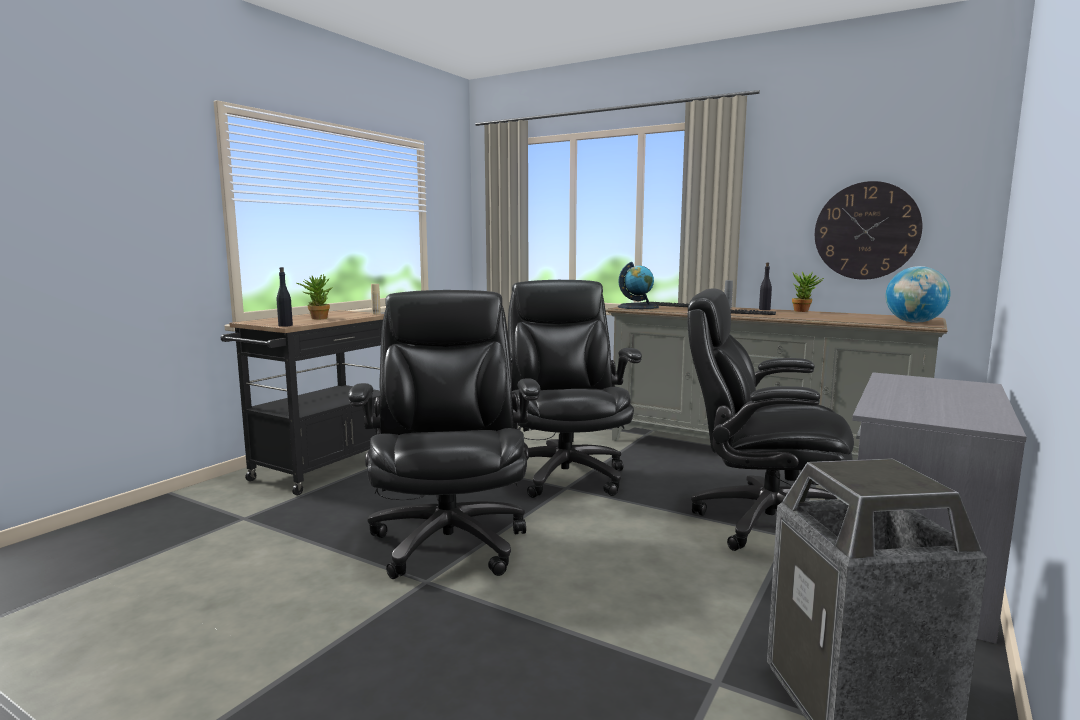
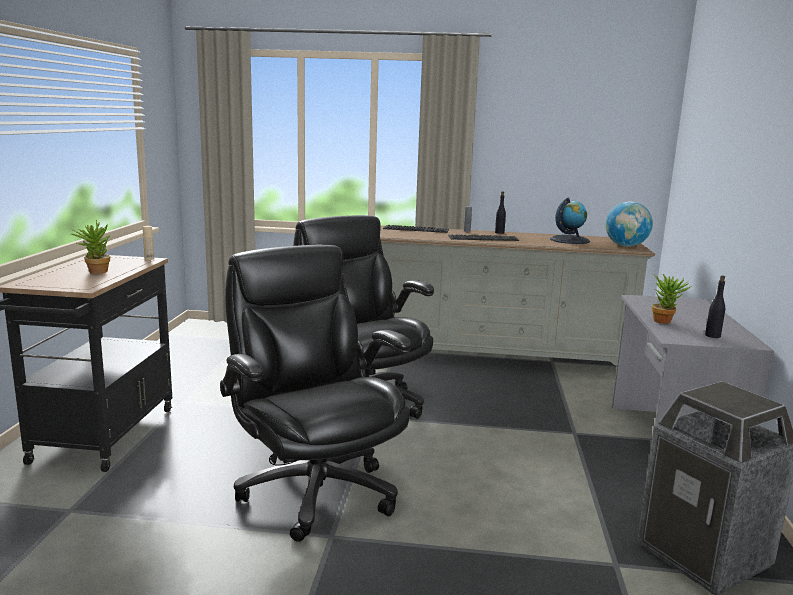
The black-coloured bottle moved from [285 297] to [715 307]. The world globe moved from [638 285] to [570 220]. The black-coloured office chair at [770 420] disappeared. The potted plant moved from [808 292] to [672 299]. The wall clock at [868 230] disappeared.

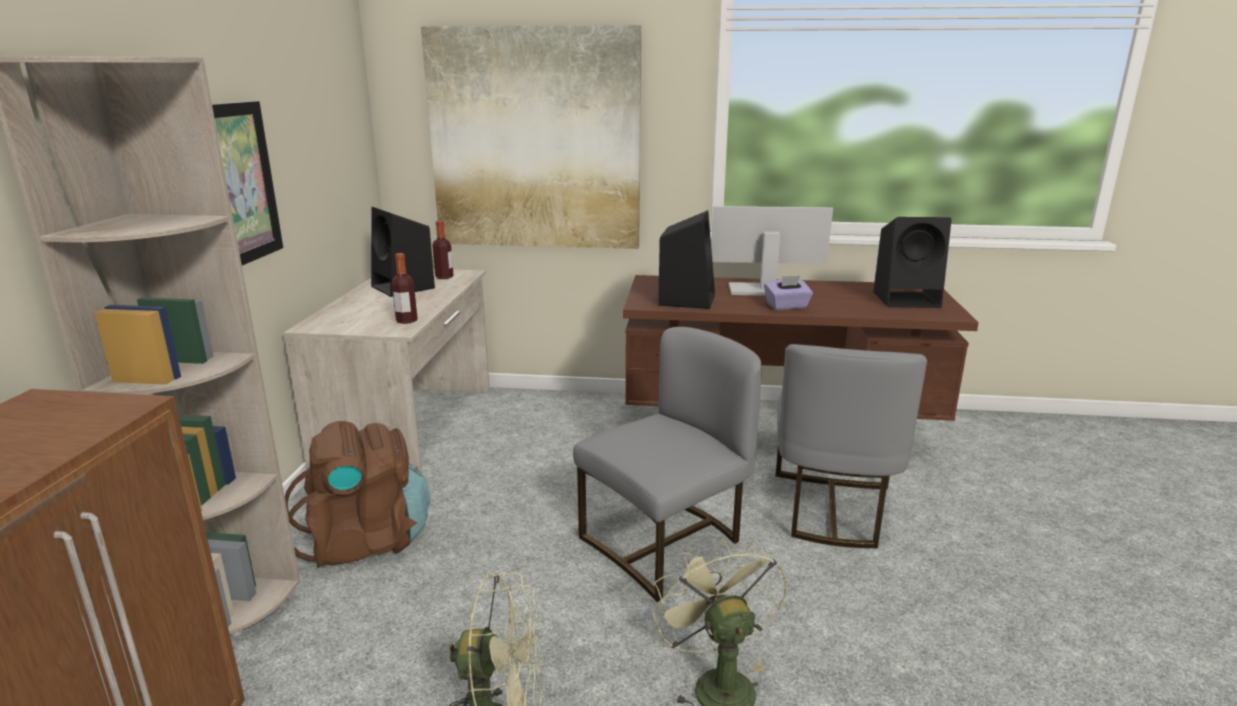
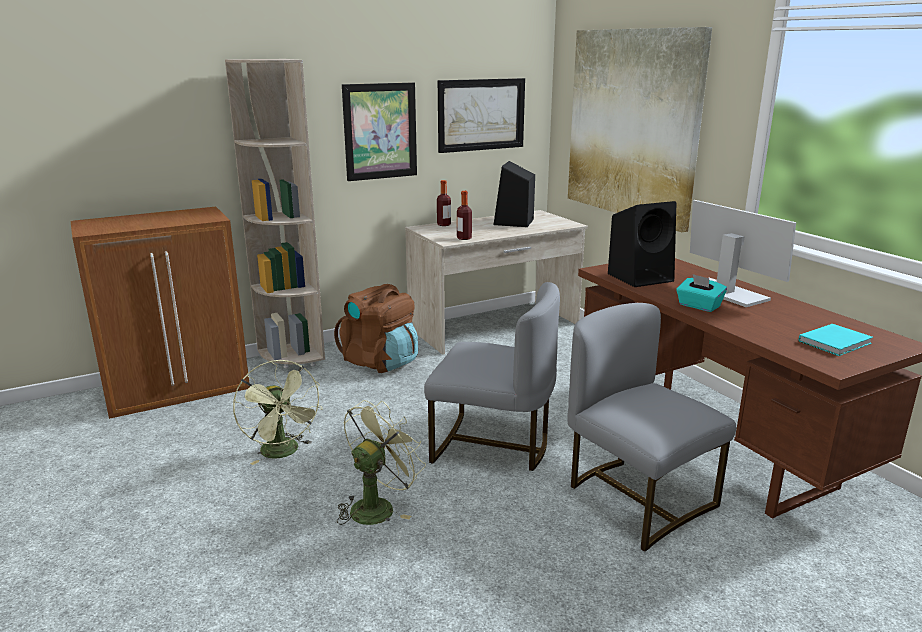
The bottle moved from [443 249] to [444 203]. The purple-coloured box of tissues at [788 293] became the blue-green box of tissues at [701 293]. The gray upright chair at [851 446] turned 75 degrees clockwise. The black-coloured audio speaker at [912 262] was replaced by the blue-green bound book at [835 340]. The wall picture at [481 115] appeared.

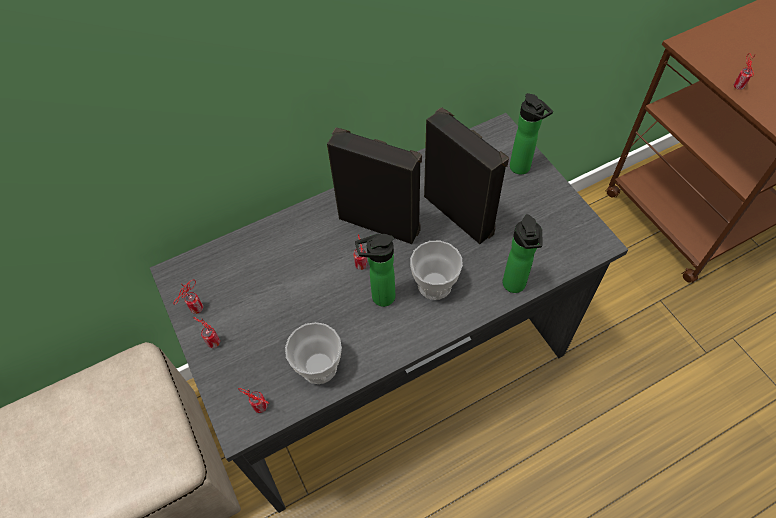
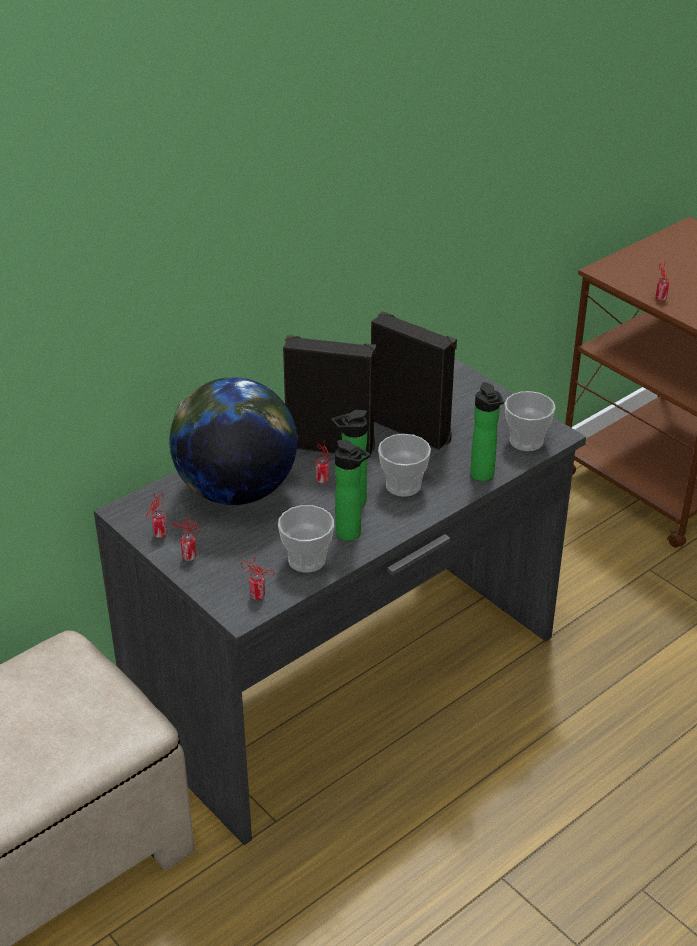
The bottle moved from [531 134] to [352 490]. The world globe at [233 441] appeared. The drinking cup at [530 421] appeared.

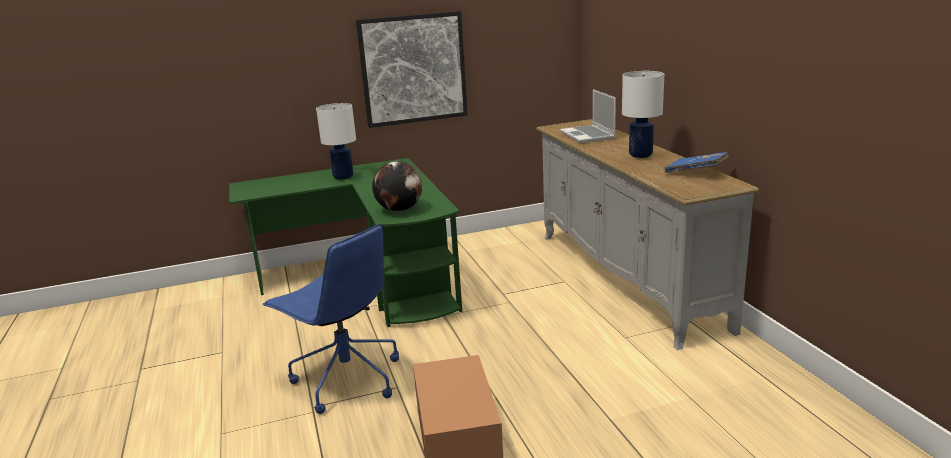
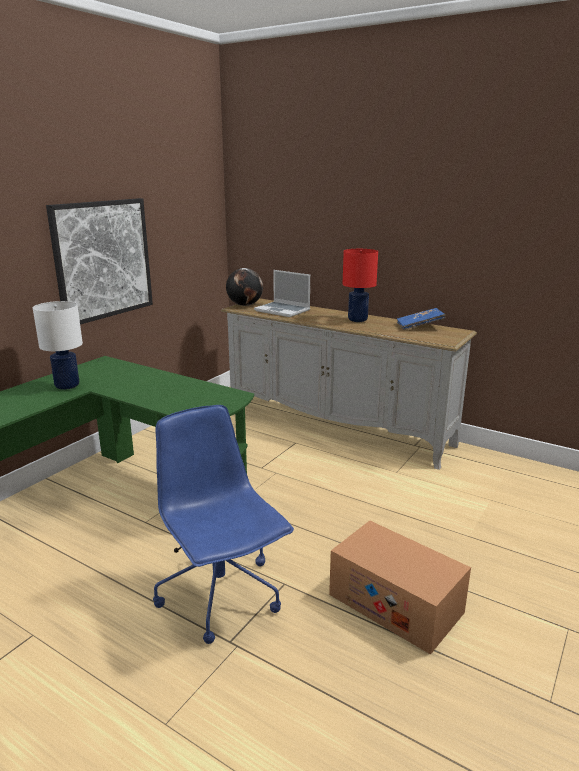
The bluish office chair at [331 319] turned 120 degrees counterclockwise. The world globe moved from [397 186] to [244 287]. The white tabletop lamp at [643 114] became the reddish tabletop lamp at [360 285].

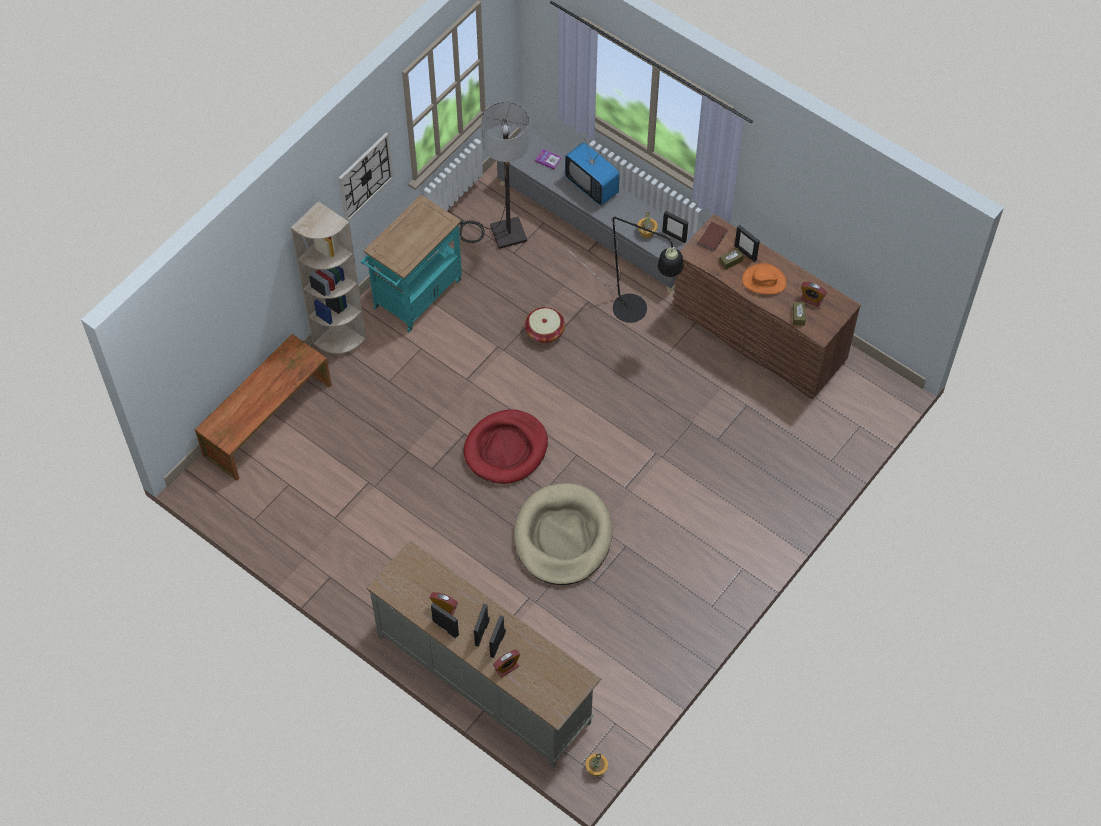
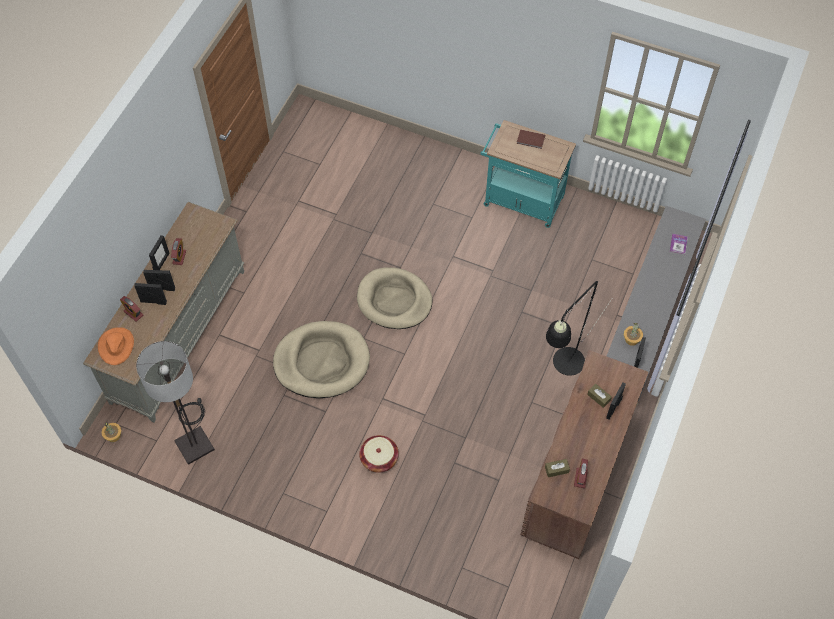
The brownish indoor bench at [263 407] disappeared. The beige-coloured bookcase at [328 277] disappeared. The wall clock at [366 177] disappeared. The floor lamp moved from [494 175] to [175 403]. The reddish dog bed at [506 446] became the beige-coloured dog bed at [394 298]. The storage basket moved from [545 325] to [379 454]. The TV at [592 173] disappeared. The brownish bound book moved from [712 237] to [531 139]. The orangey hat moved from [764 279] to [116 346].

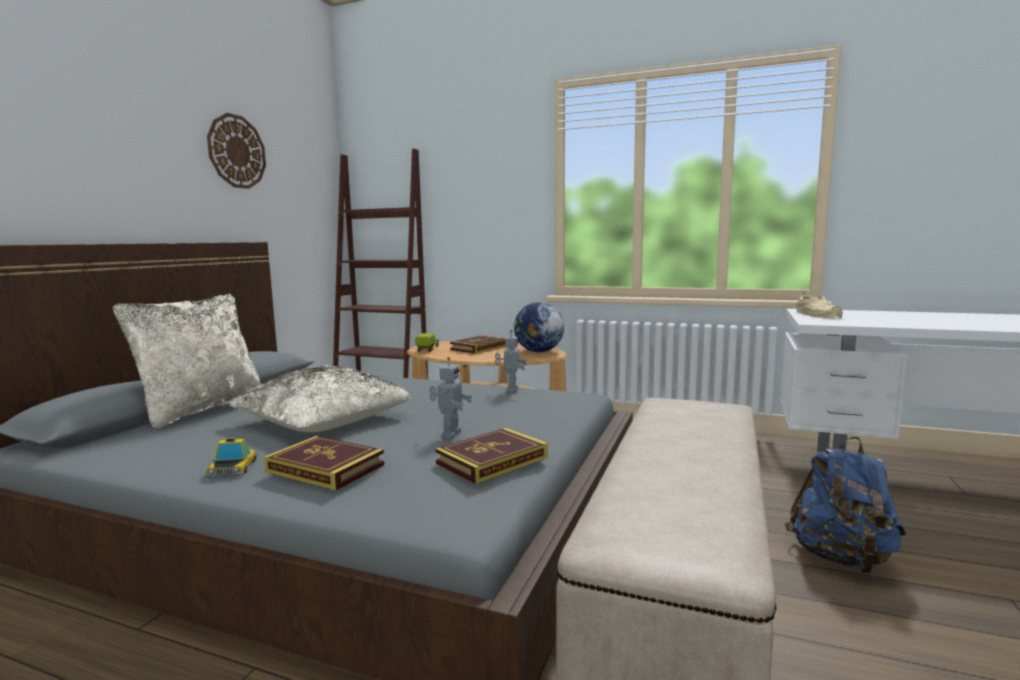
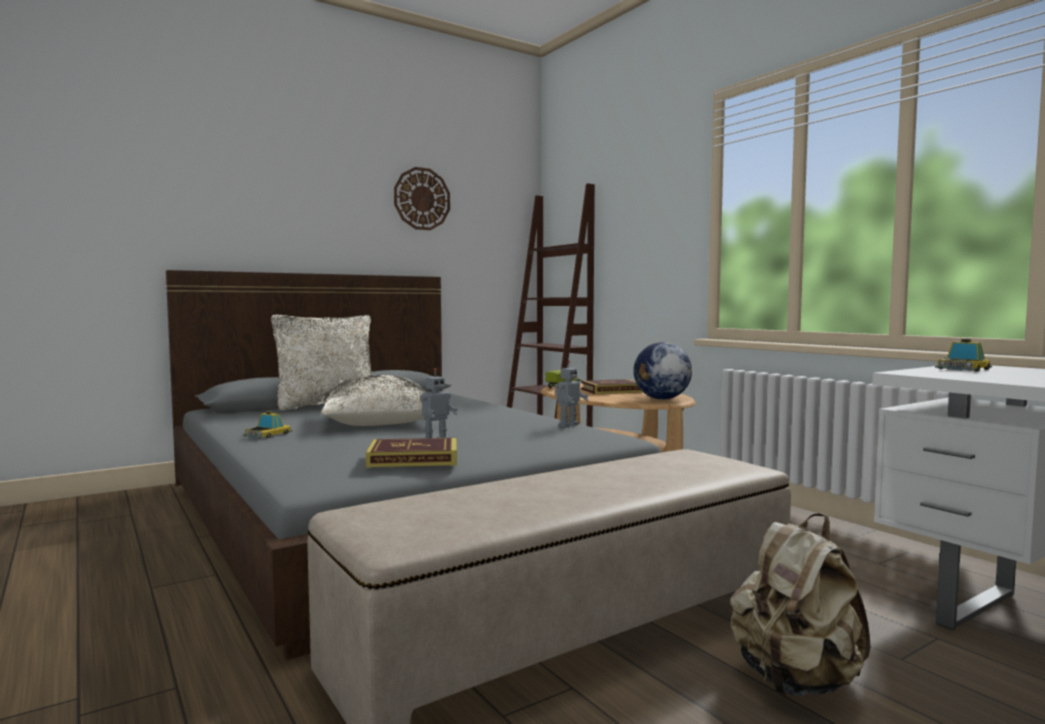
The bound book at [324 463] disappeared. The bluish backpack at [845 505] became the beige-coloured backpack at [800 604]. The beige-coloured low shoe at [819 305] was replaced by the model car at [963 355].

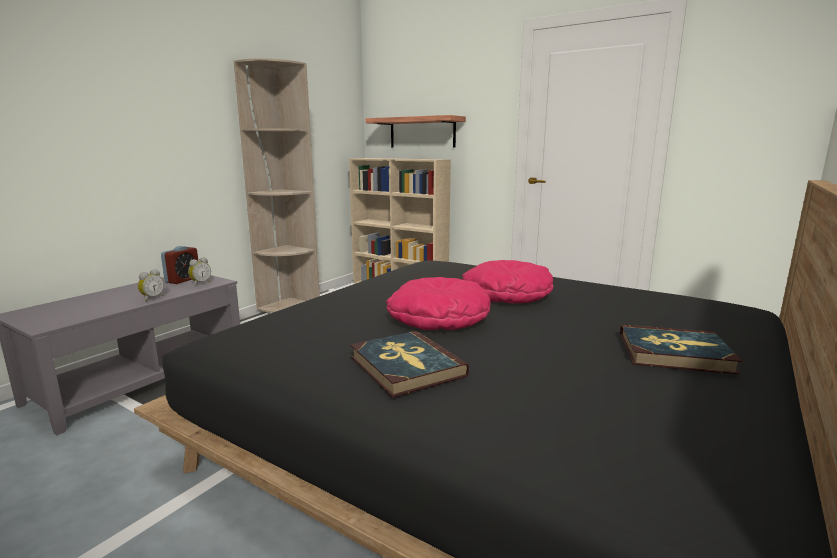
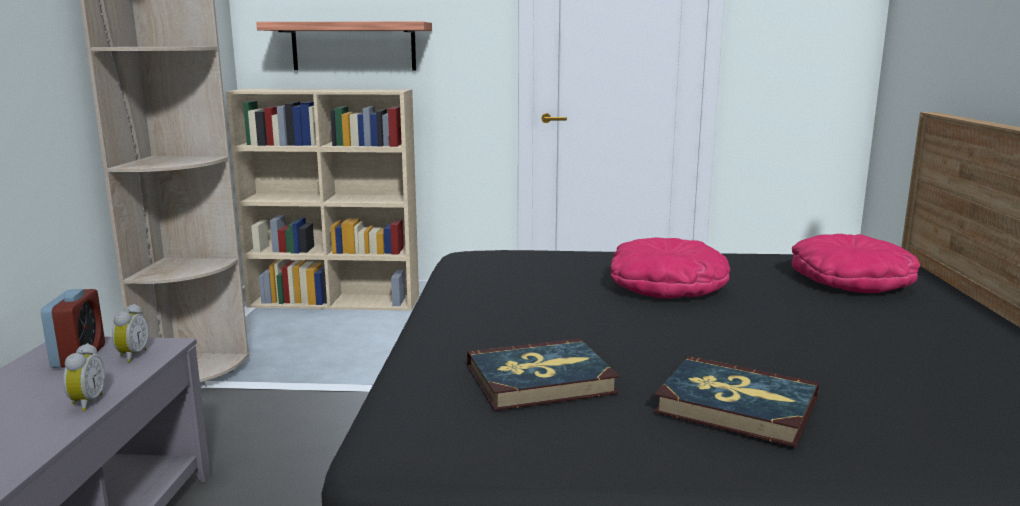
The pink pillow moved from [438 303] to [856 263]. The bound book moved from [681 350] to [543 374].

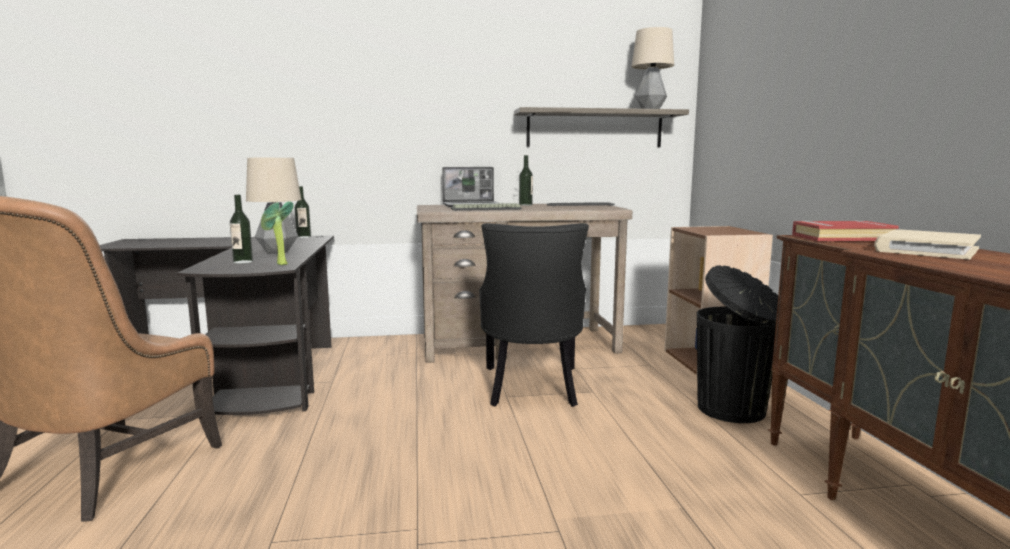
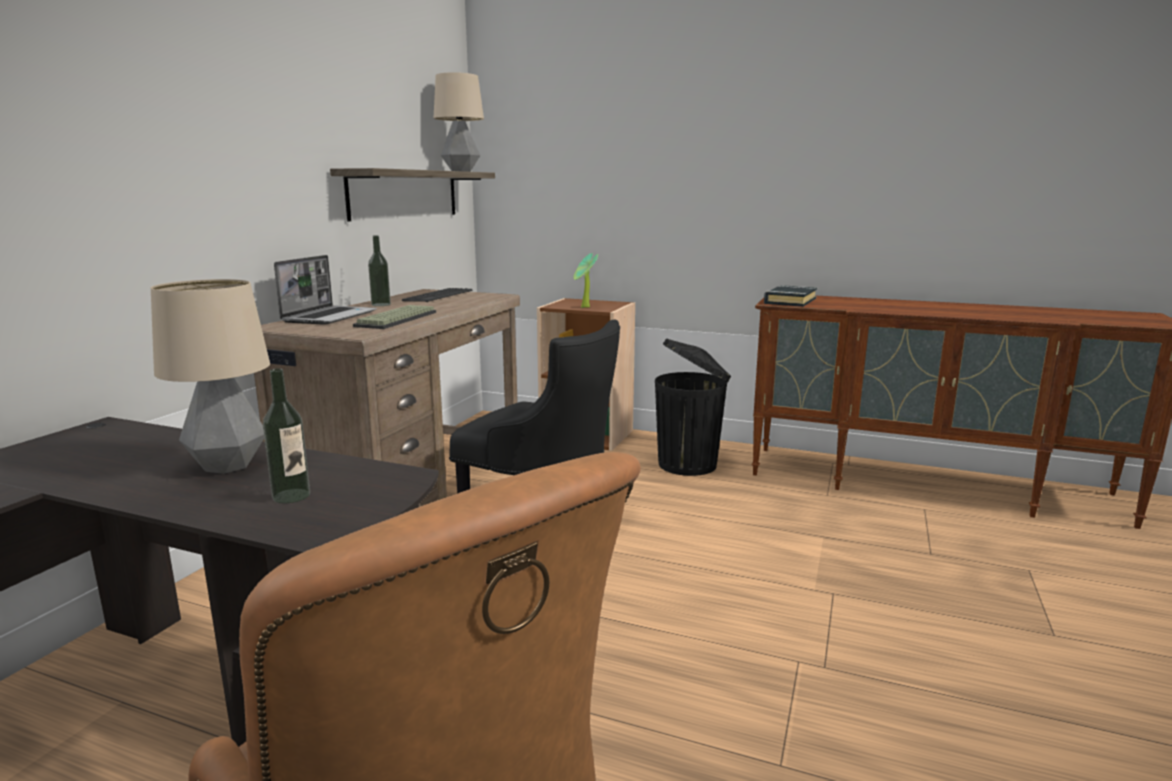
The potted plant moved from [277 233] to [585 280]. The bottle at [303 212] disappeared. The reddish bound book at [845 231] became the black-coloured bound book at [790 296]. The beige-coloured bound book at [927 244] disappeared.

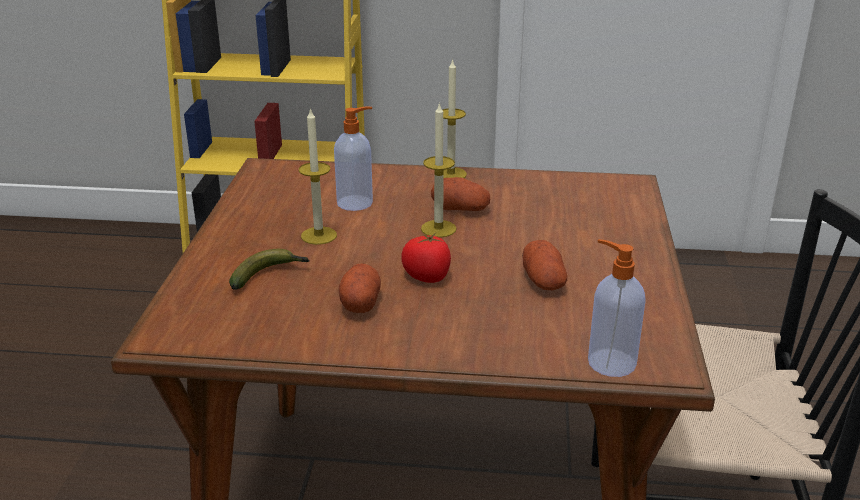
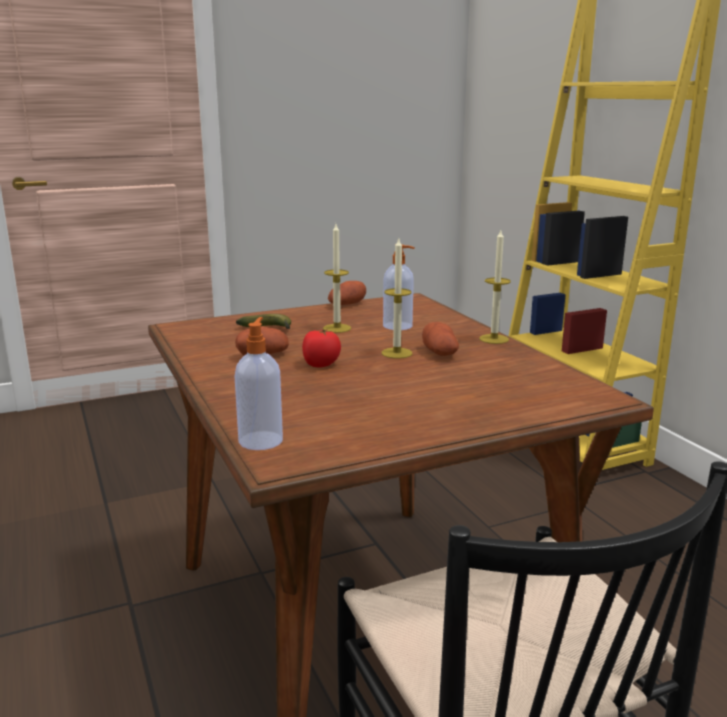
The spud moved from [544 265] to [347 293].

